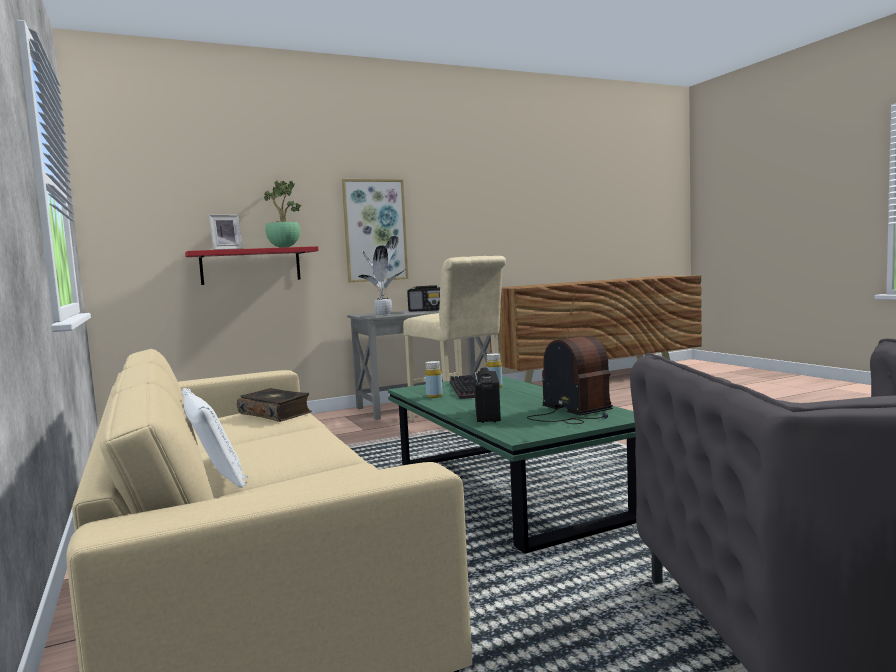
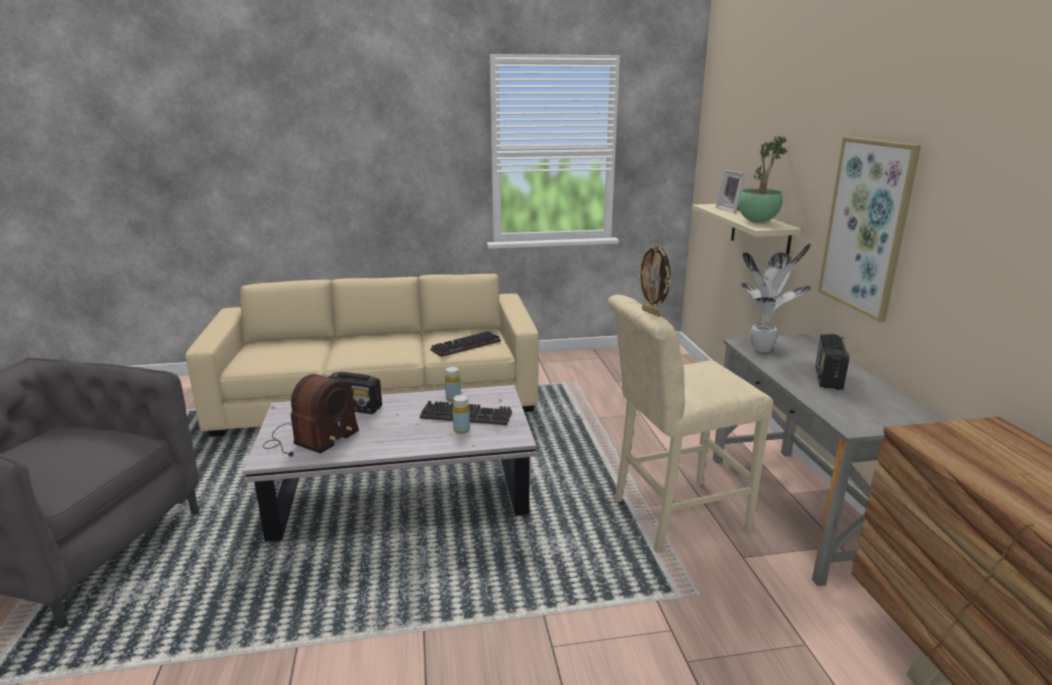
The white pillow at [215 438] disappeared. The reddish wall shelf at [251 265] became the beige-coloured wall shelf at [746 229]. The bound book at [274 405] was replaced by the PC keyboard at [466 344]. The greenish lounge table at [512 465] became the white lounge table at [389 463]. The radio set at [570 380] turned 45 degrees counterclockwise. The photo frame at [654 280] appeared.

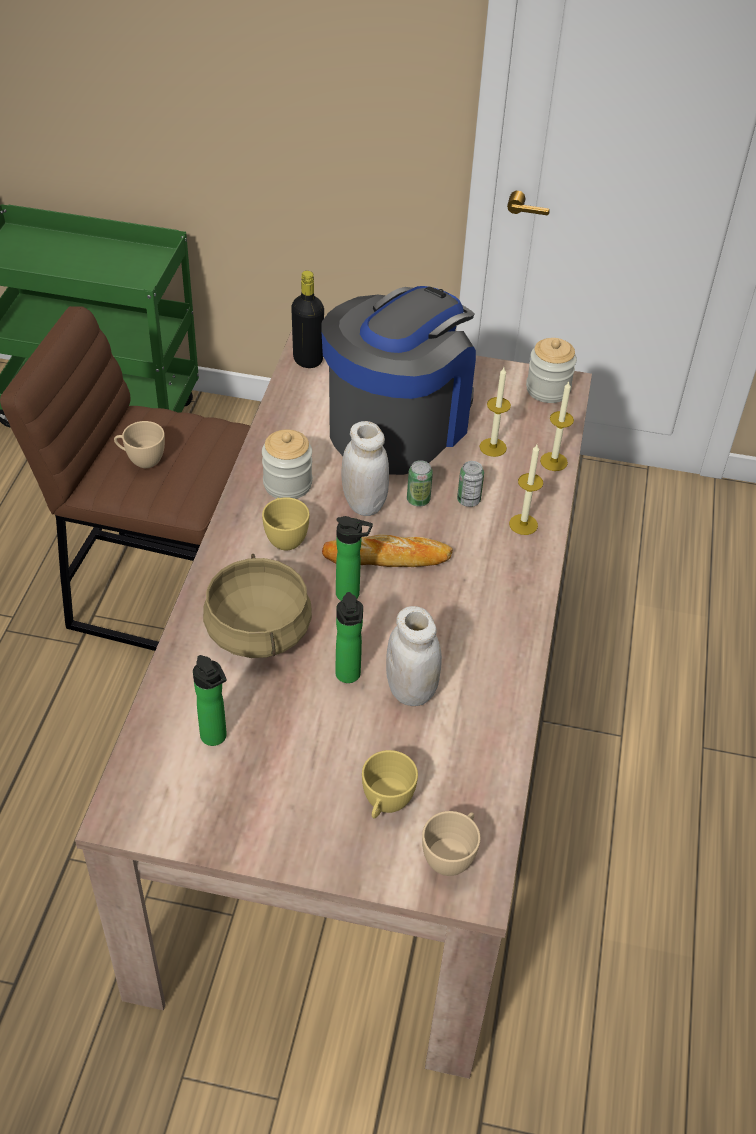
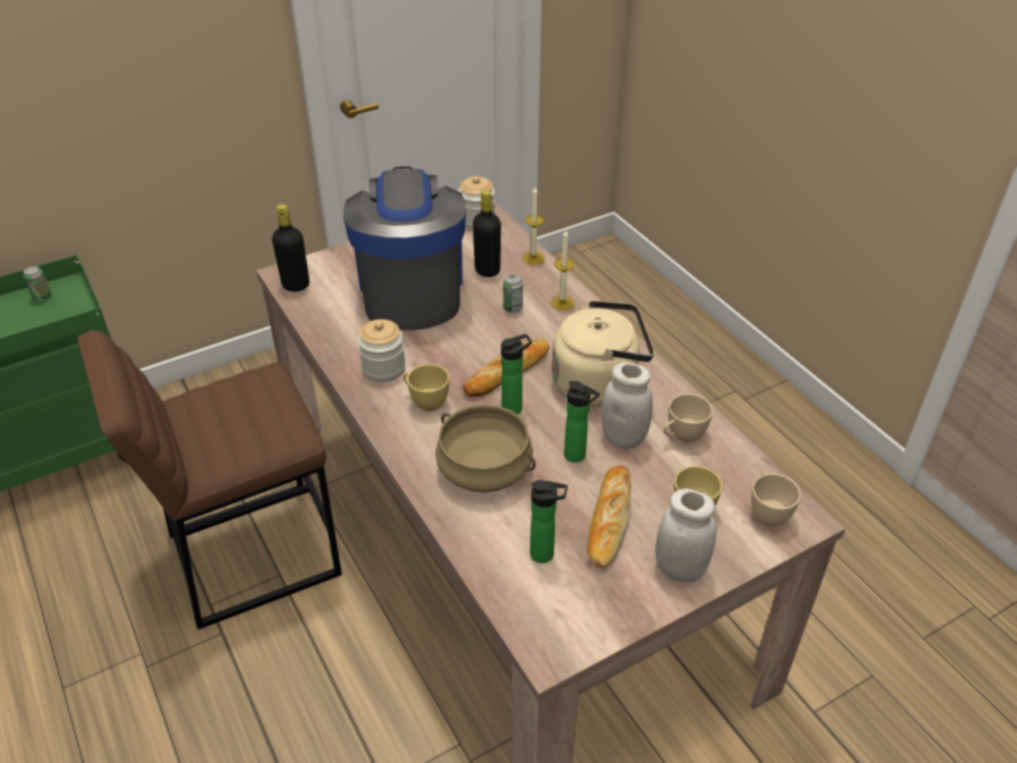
The beige-coloured drinking cup moved from [139 444] to [688 418]. The white preserve jar moved from [365 468] to [685 535]. The metal can moved from [420 483] to [37 284]. The wax candle at [495 412] was replaced by the black-coloured bottle at [487 233]. The beige-coloured water kettle at [603 353] appeared. The baked bread at [609 516] appeared.

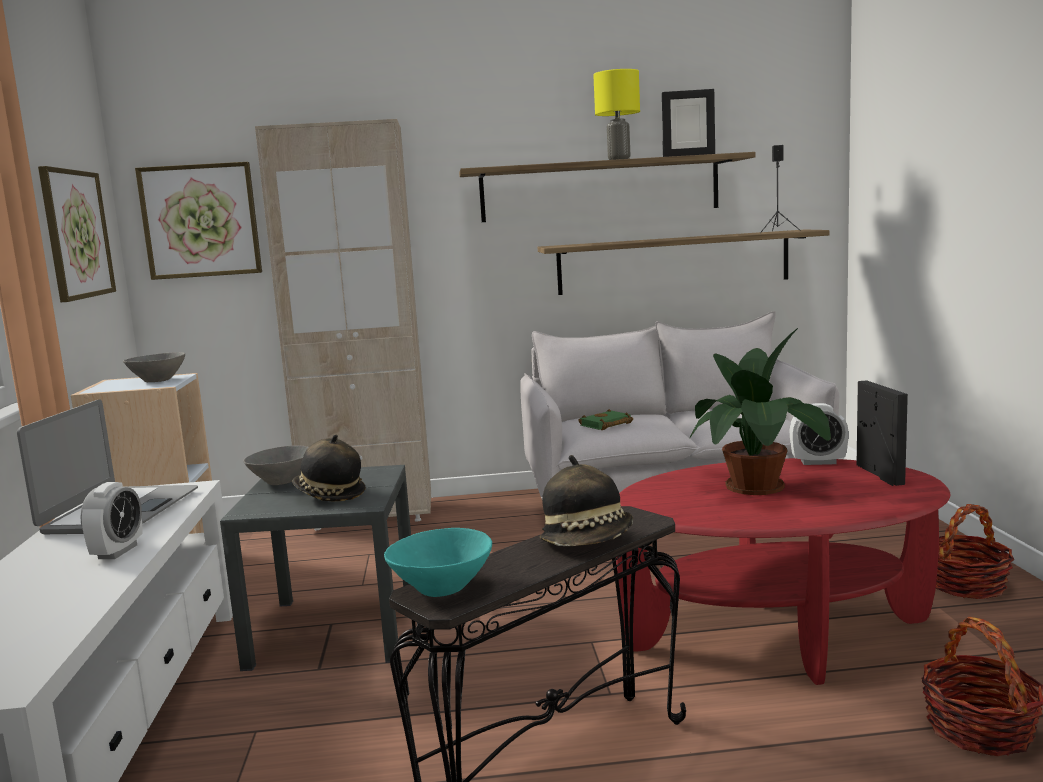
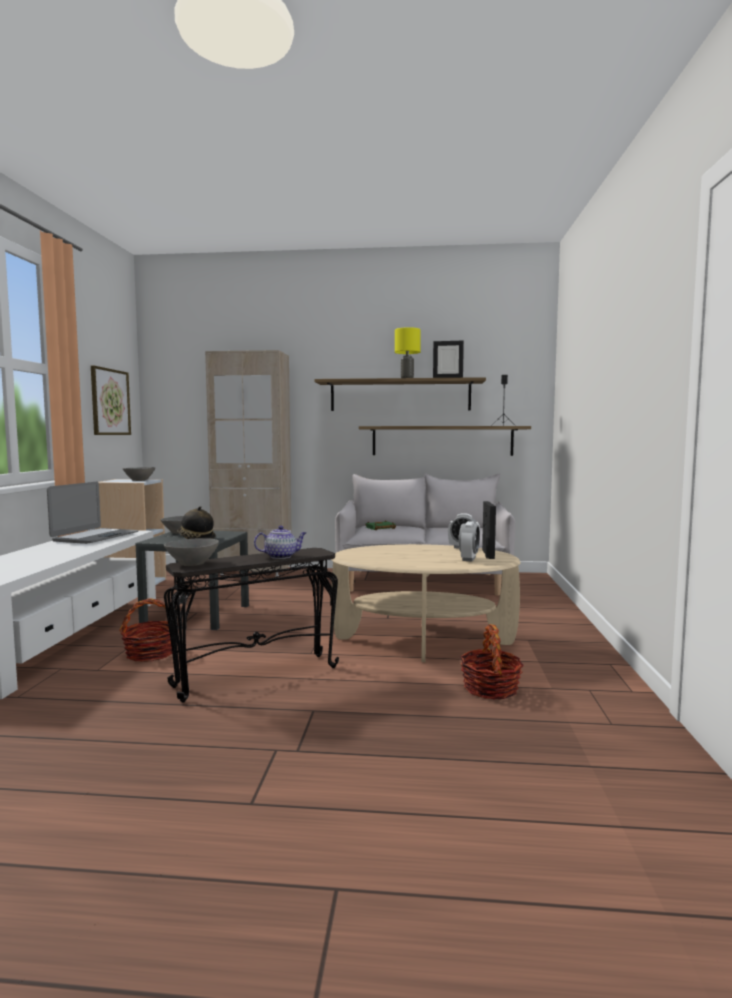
The bedside clock moved from [111 520] to [469 541]. The wall picture at [198 221] disappeared. The blue-green serving bowl at [438 562] became the gray serving bowl at [191 552]. The hat at [586 500] was replaced by the teapot at [280 542]. The reddish lounge table at [783 571] became the beige-coloured lounge table at [426 603]. The potted plant at [760 411] disappeared. The storage basket moved from [975 551] to [145 630].

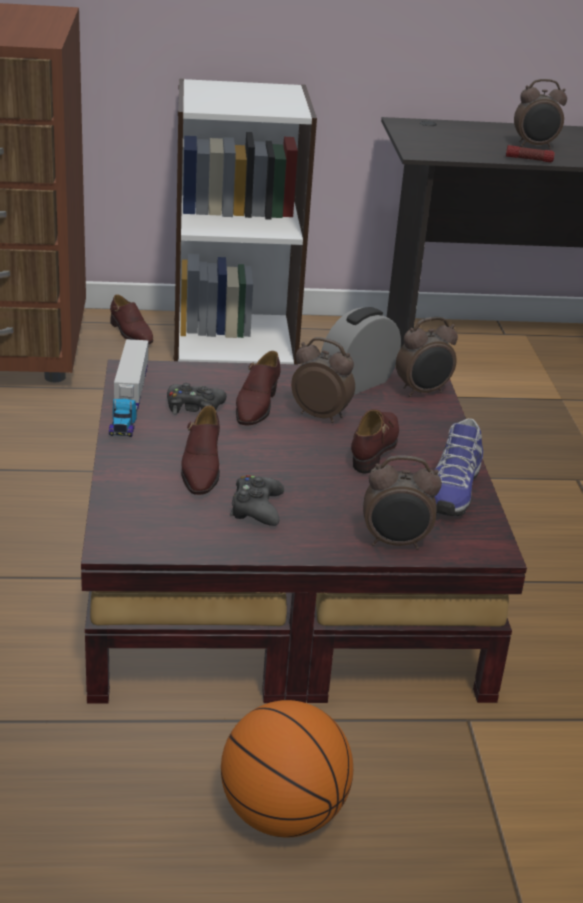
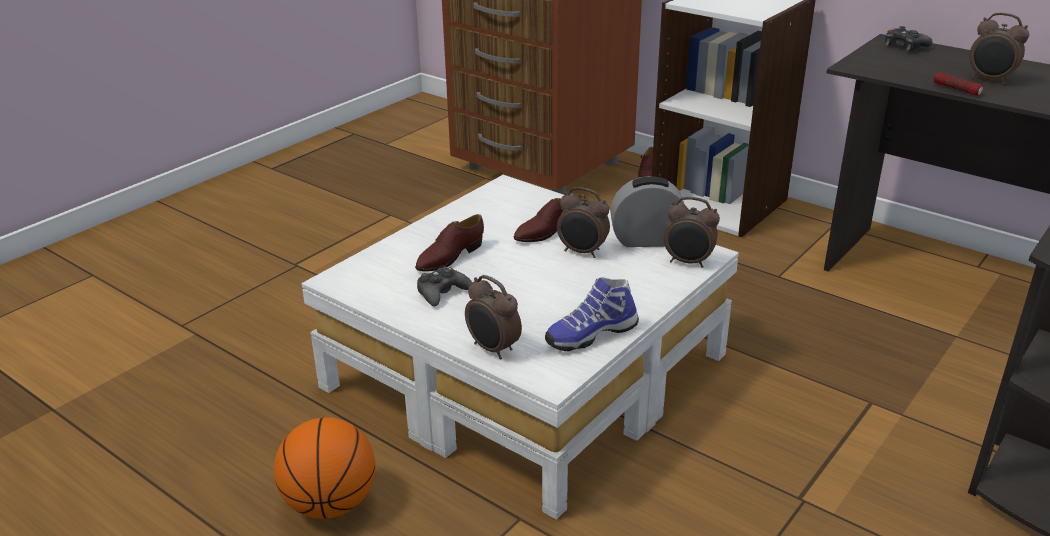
The brownish lounge table at [304 532] became the white lounge table at [520 347]. The model truck at [128 388] disappeared. The black-coloured gamepad moved from [197 398] to [909 38]. The bedside clock at [323 380] turned 135 degrees clockwise. The brownish low shoe at [375 441] disappeared.

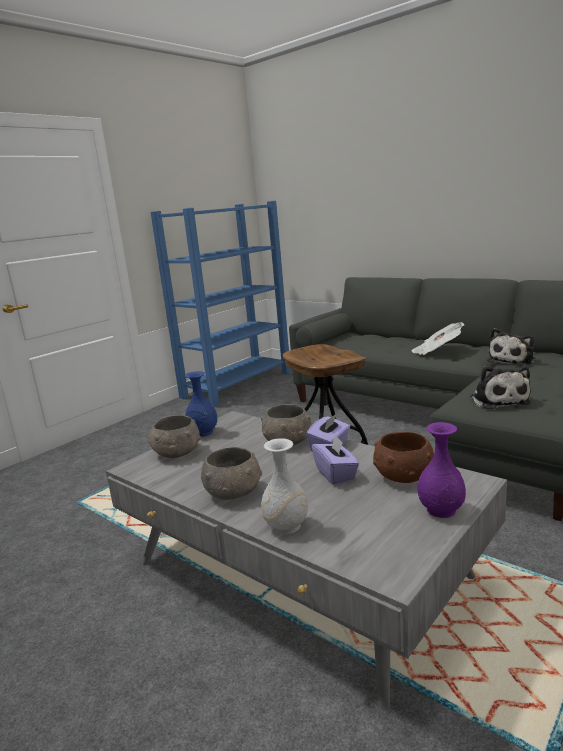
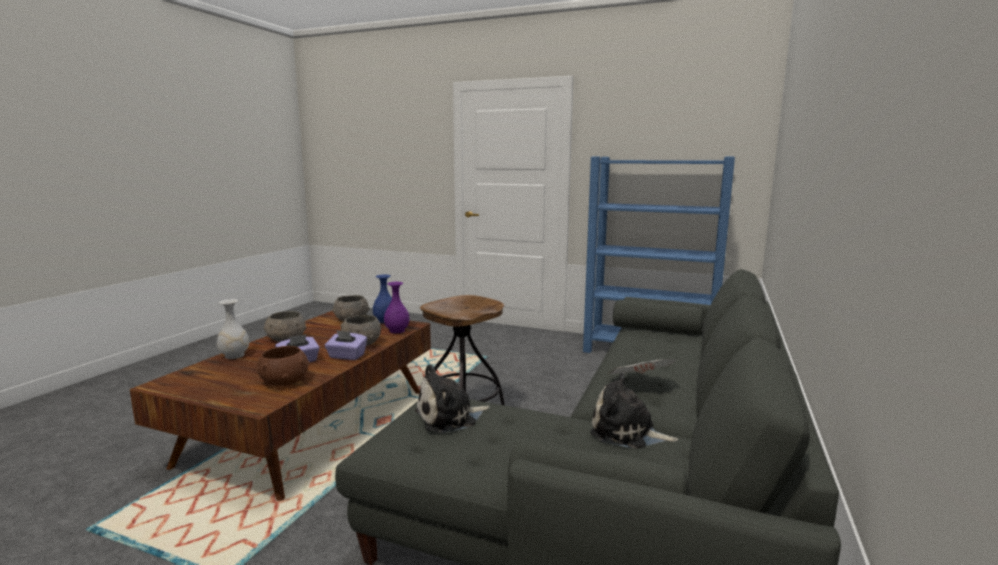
The gray lounge table at [306 560] became the brownish lounge table at [280 406]. The purple-coloured decorative vase moved from [441 470] to [396 307].

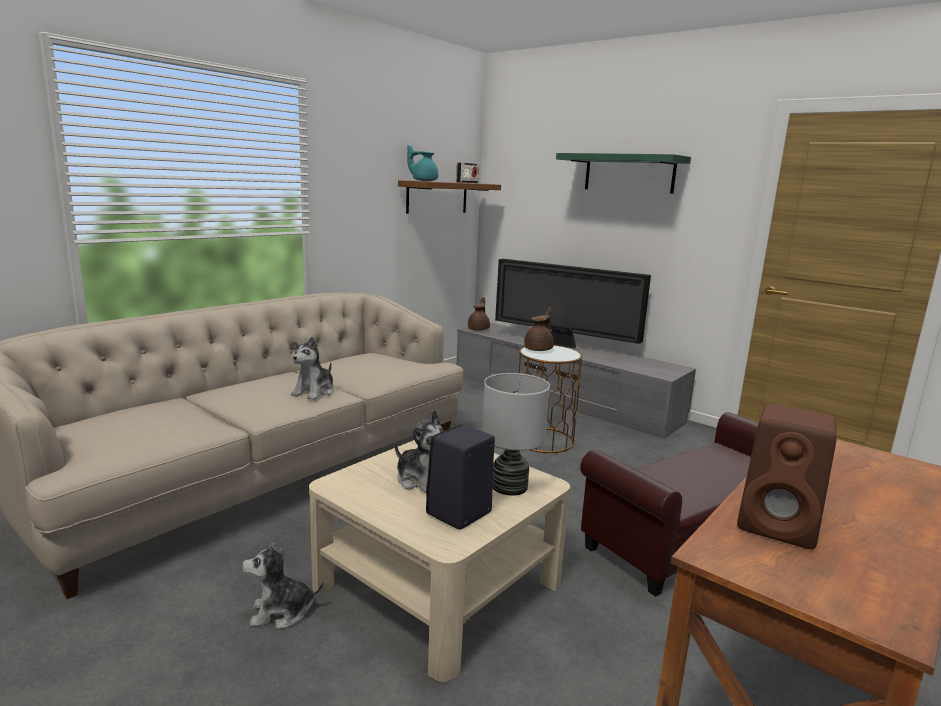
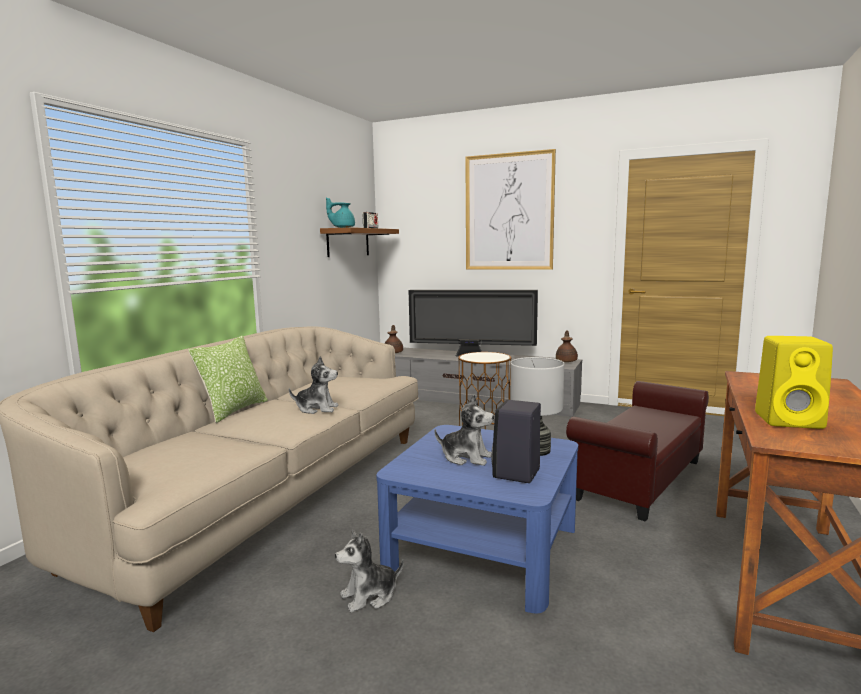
The soft toy at [312 368] turned 90 degrees counterclockwise. The beige-coloured lounge table at [439 561] became the bluish lounge table at [477 519]. The brownish teapot moved from [539 329] to [567 346]. The greenish wall shelf at [623 173] was replaced by the wall picture at [510 209]. The brownish audio speaker at [787 476] became the yellowish audio speaker at [794 382]. The pillow at [228 379] appeared.

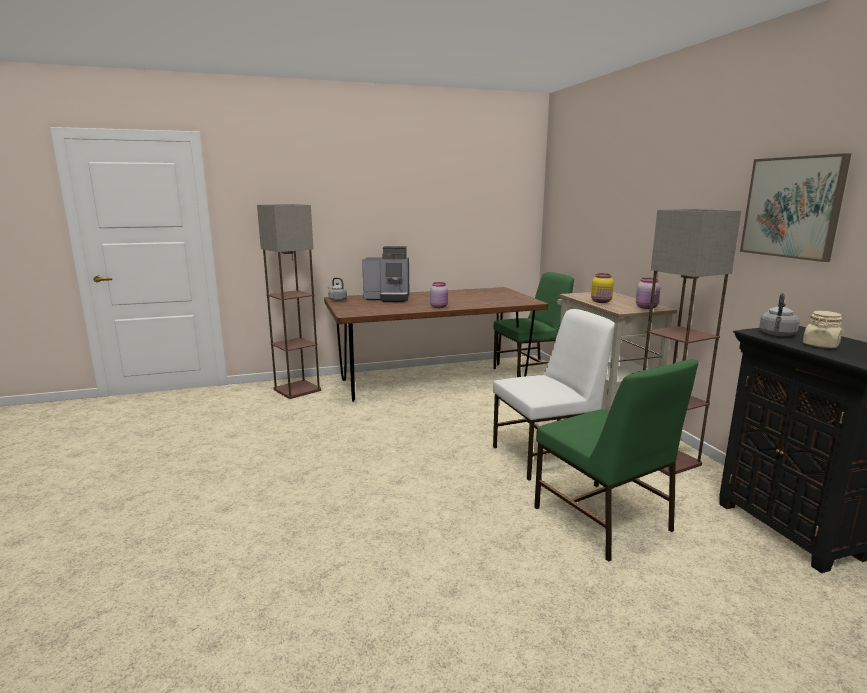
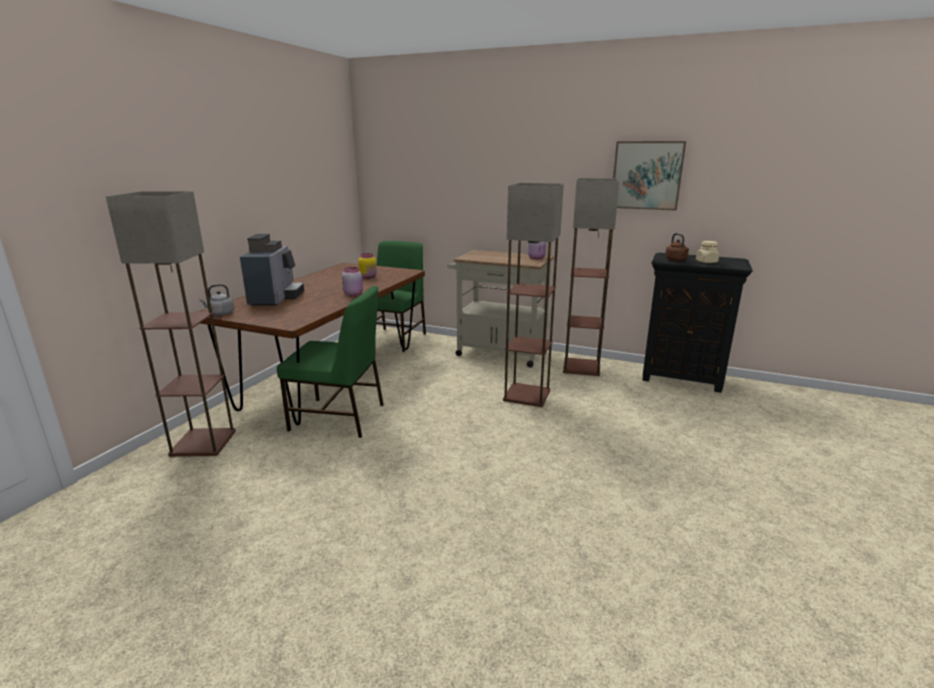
The coffee maker at [386 274] turned 45 degrees counterclockwise. The white upright chair at [554 395] was replaced by the floor lamp at [533 295]. The greenish upright chair moved from [616 461] to [330 362]. The yellowish preserve jar moved from [602 288] to [367 266]. The gray water kettle at [779 314] became the brownish water kettle at [677 247].

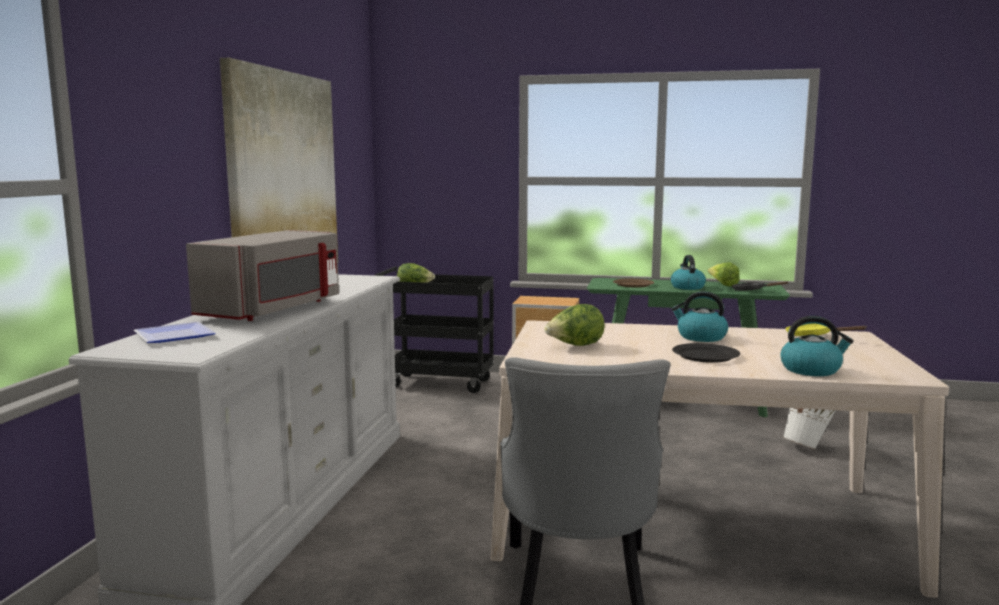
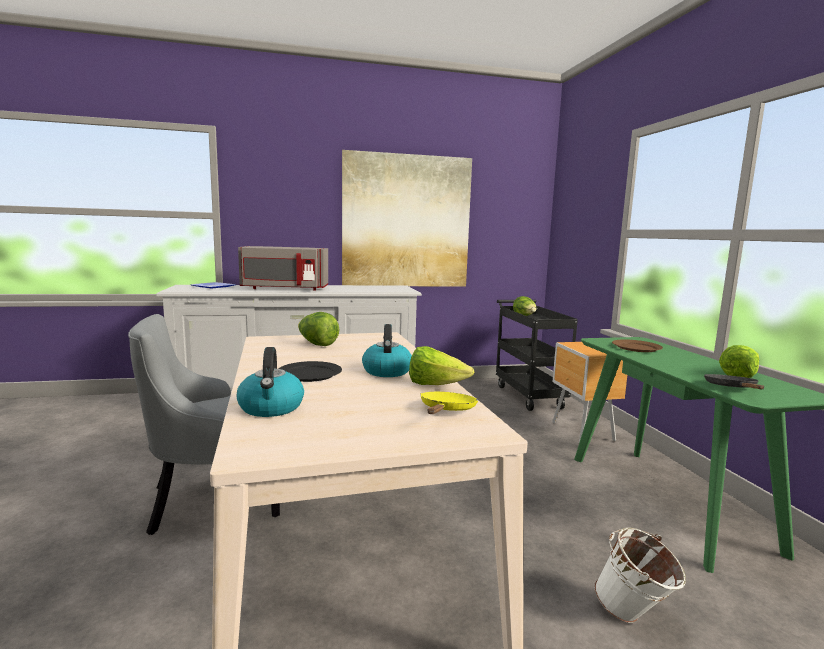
The water kettle at [688 272] disappeared. The head of lettuce at [441 365] appeared.

